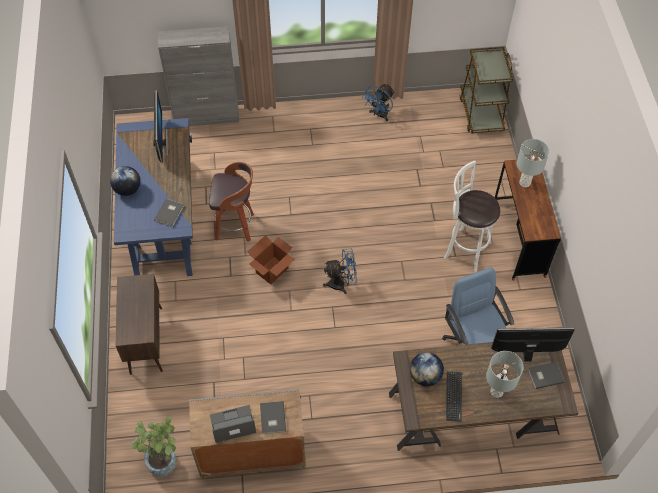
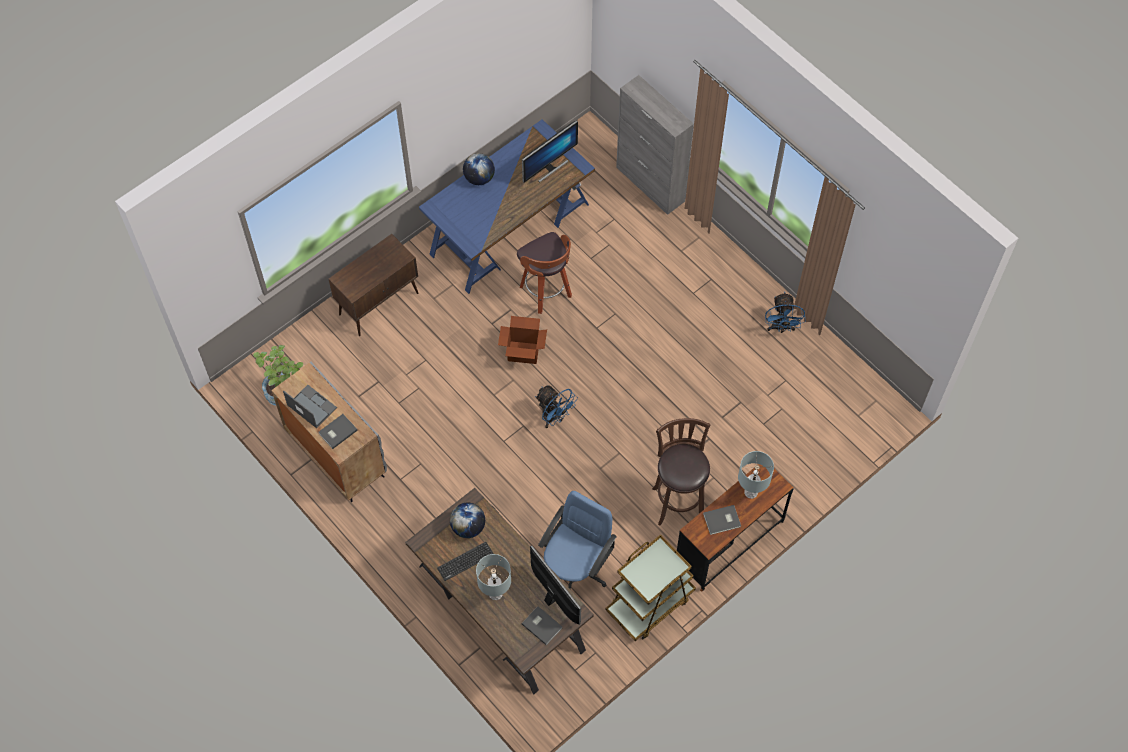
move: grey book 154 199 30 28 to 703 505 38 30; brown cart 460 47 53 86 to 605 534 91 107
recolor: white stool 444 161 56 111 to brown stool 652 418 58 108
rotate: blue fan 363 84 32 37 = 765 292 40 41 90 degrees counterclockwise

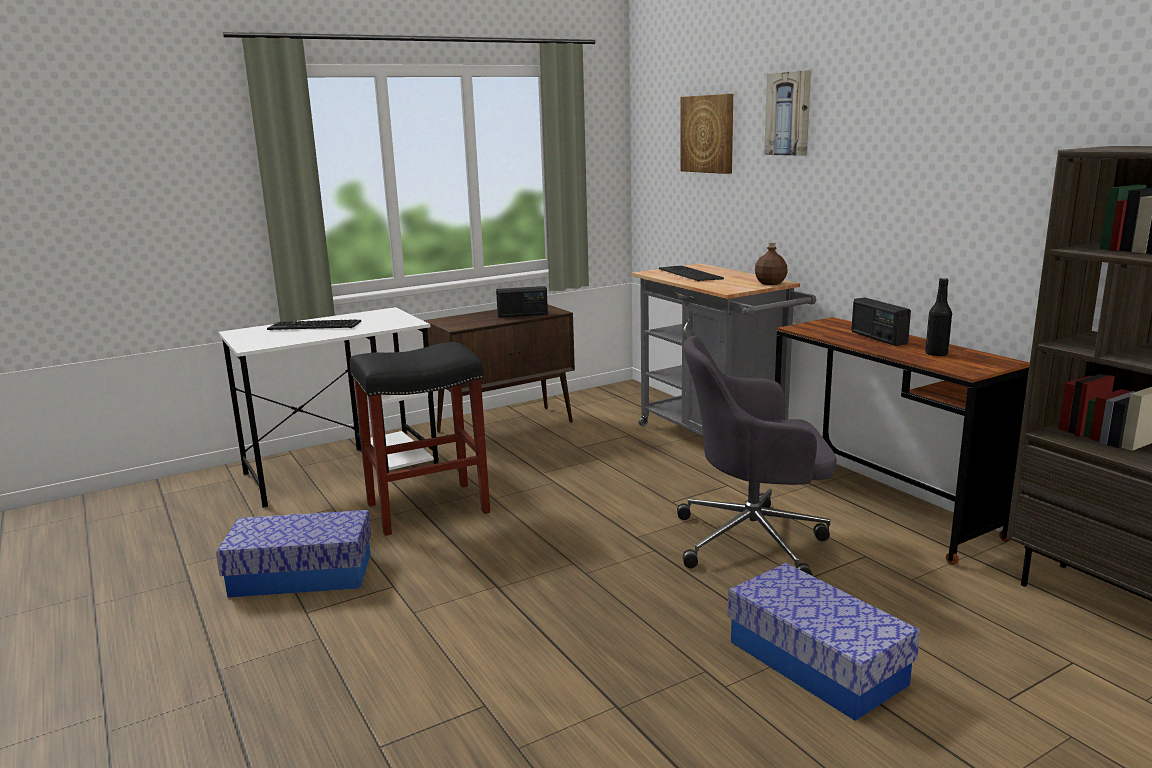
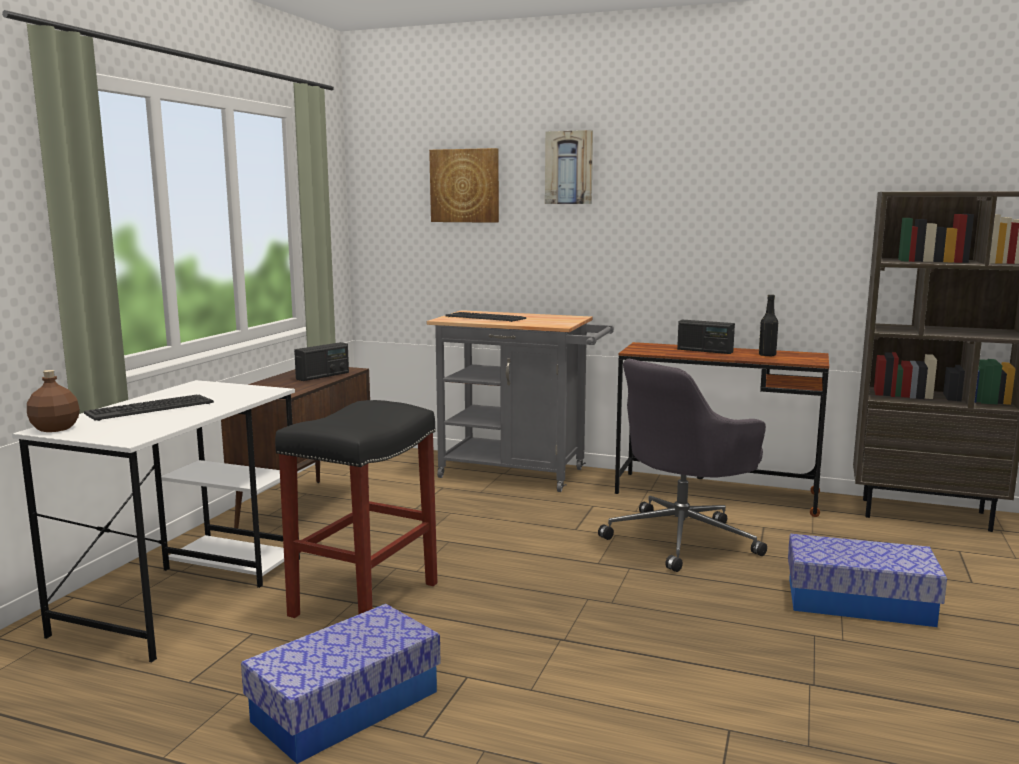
move: brown bottle 755 242 33 43 to 27 370 53 62

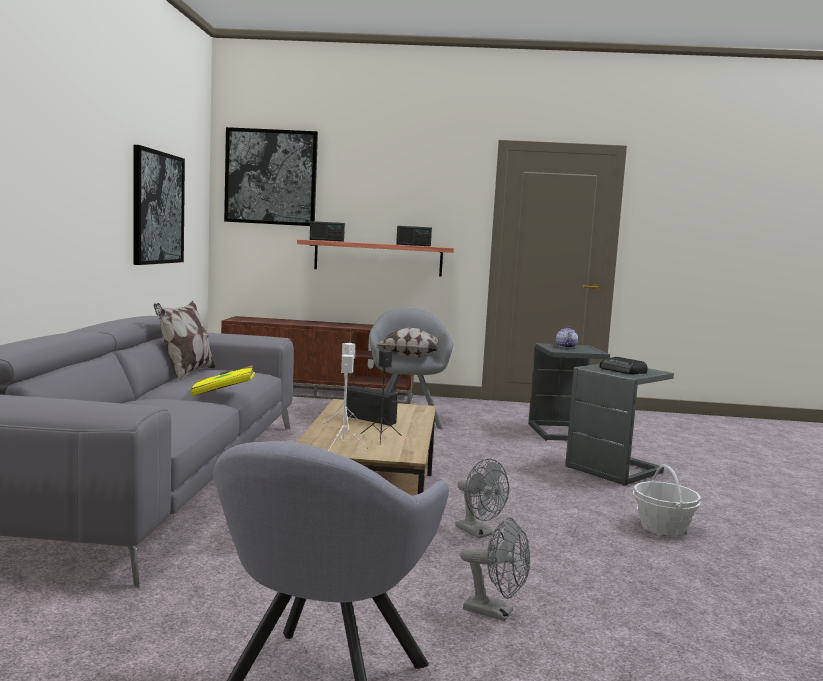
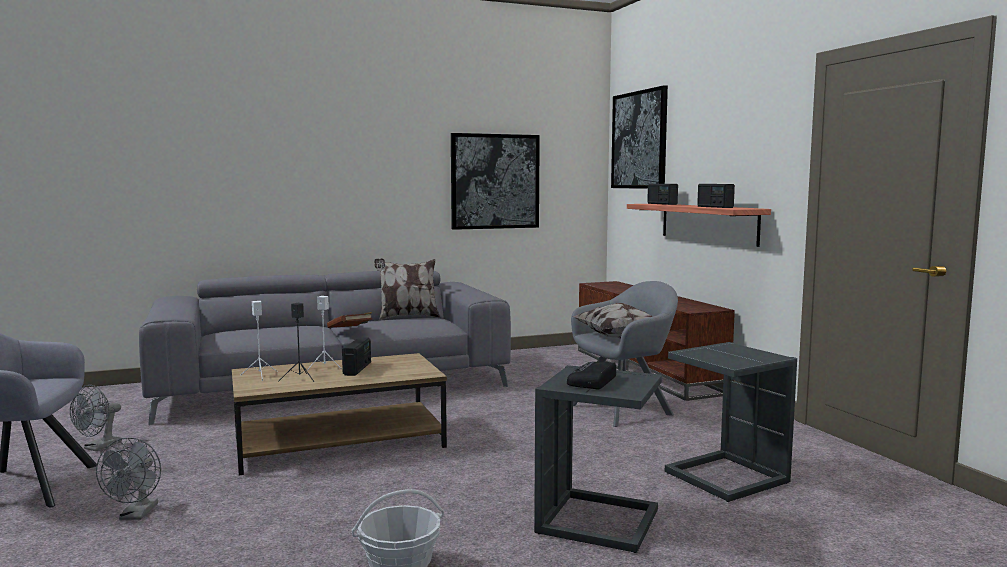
delete: teapot 556 326 22 22
move: grey fan 455 458 54 80 to 70 385 52 66
recolor: yellow book 191 365 64 31 to brown book 327 312 45 16

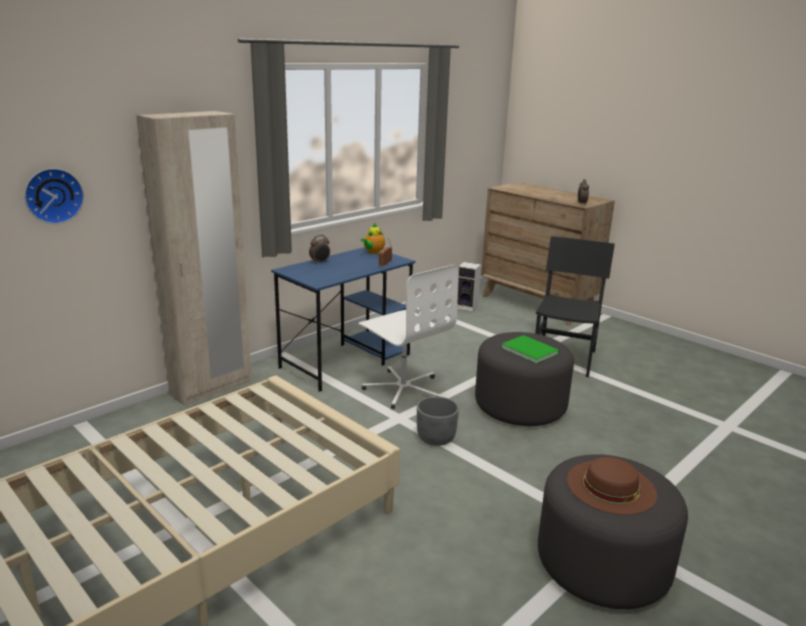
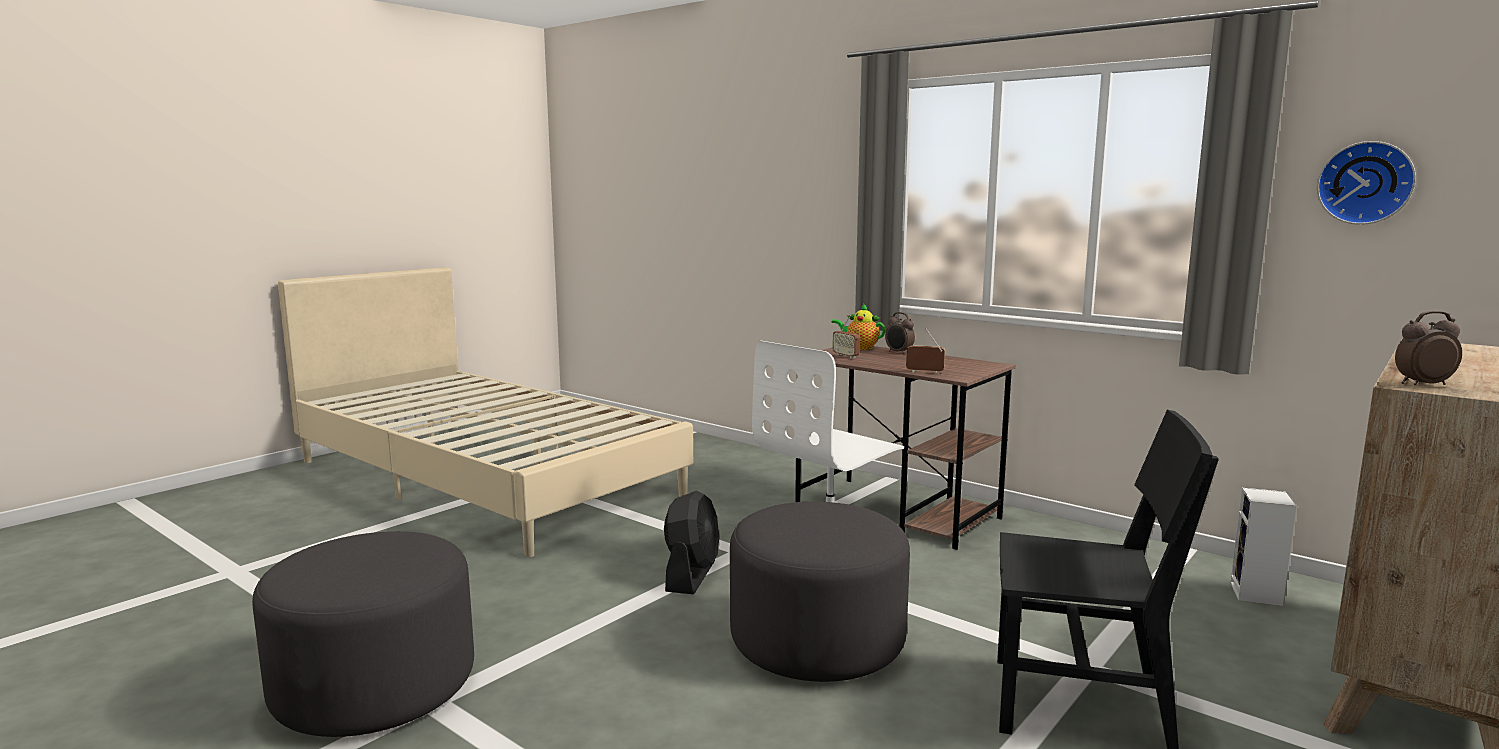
delete: beige wardrobe 136 111 115 295; green book 501 335 58 29; brown hat 567 457 90 58
insert: radio 832 315 28 44
move: wall clock 24 168 60 56 to 1317 141 99 84; teapot 361 223 24 31 to 831 304 54 46
replace: grey planter 417 396 42 50 to black fan 664 490 55 104
recolor: blue desk 271 247 144 145 to brown desk 795 346 221 204

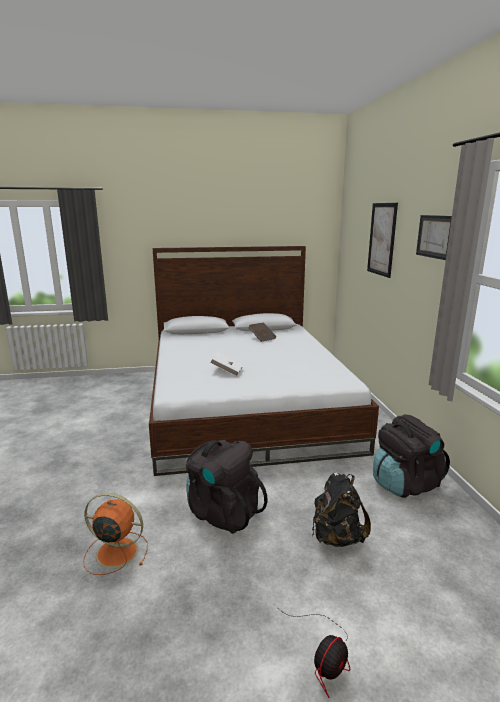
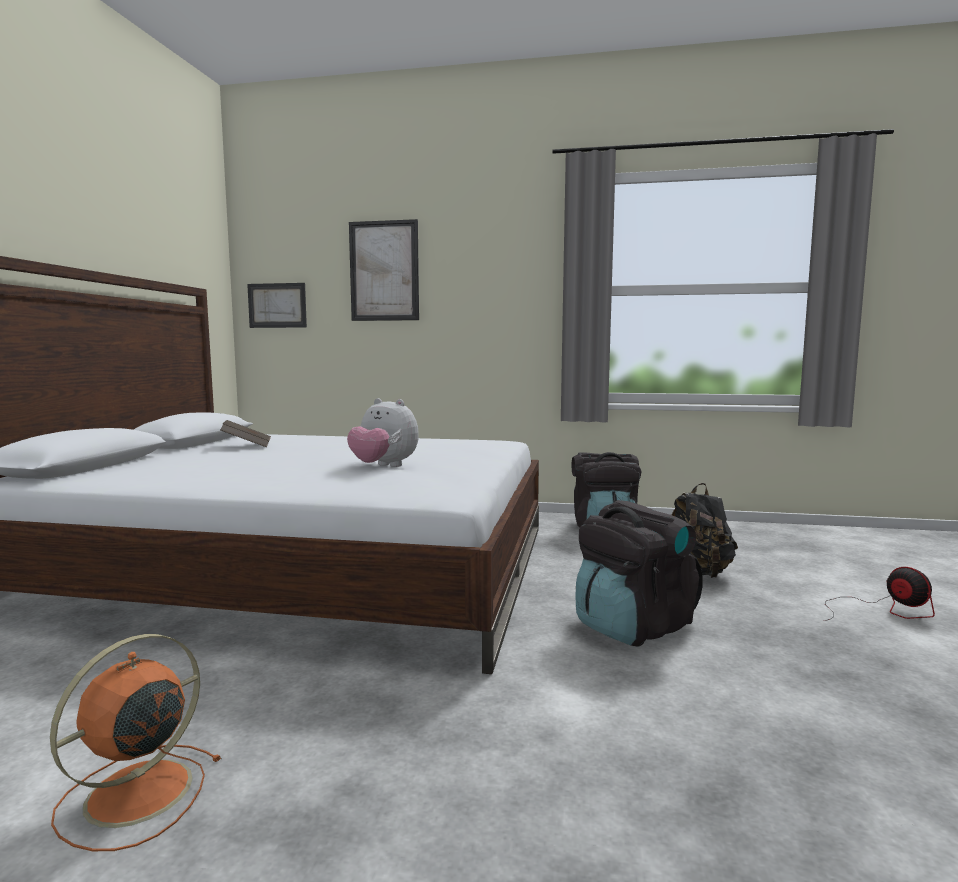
move: orange fan 83 493 65 82 to 50 634 172 217; picture 416 215 36 45 to 247 283 60 45
replace: white book 210 352 33 24 to plush toy 347 398 72 69

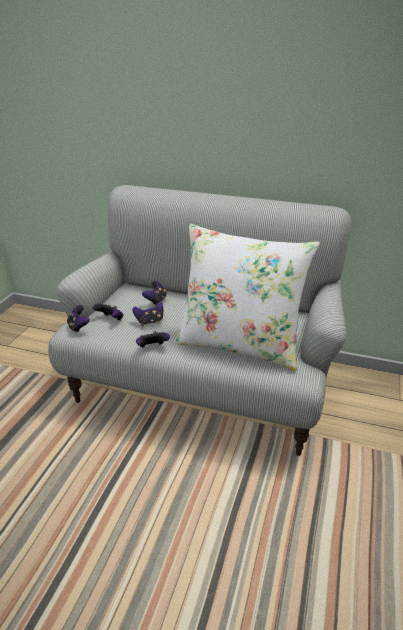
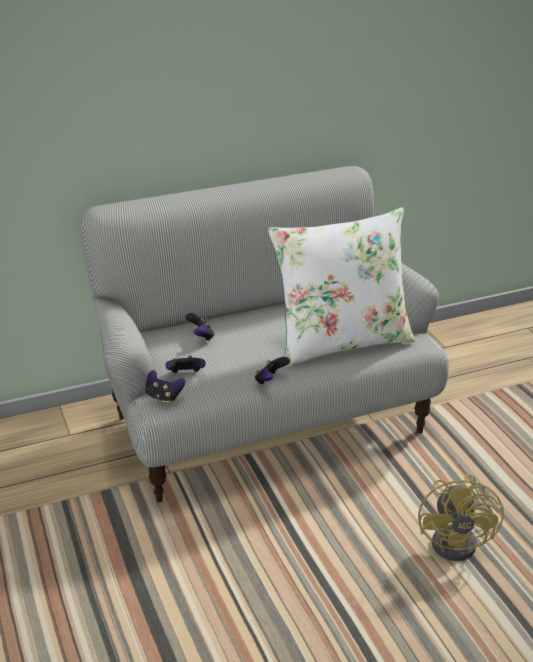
delete: game controller 132 302 31 24
insert: yellow fan 418 474 86 87

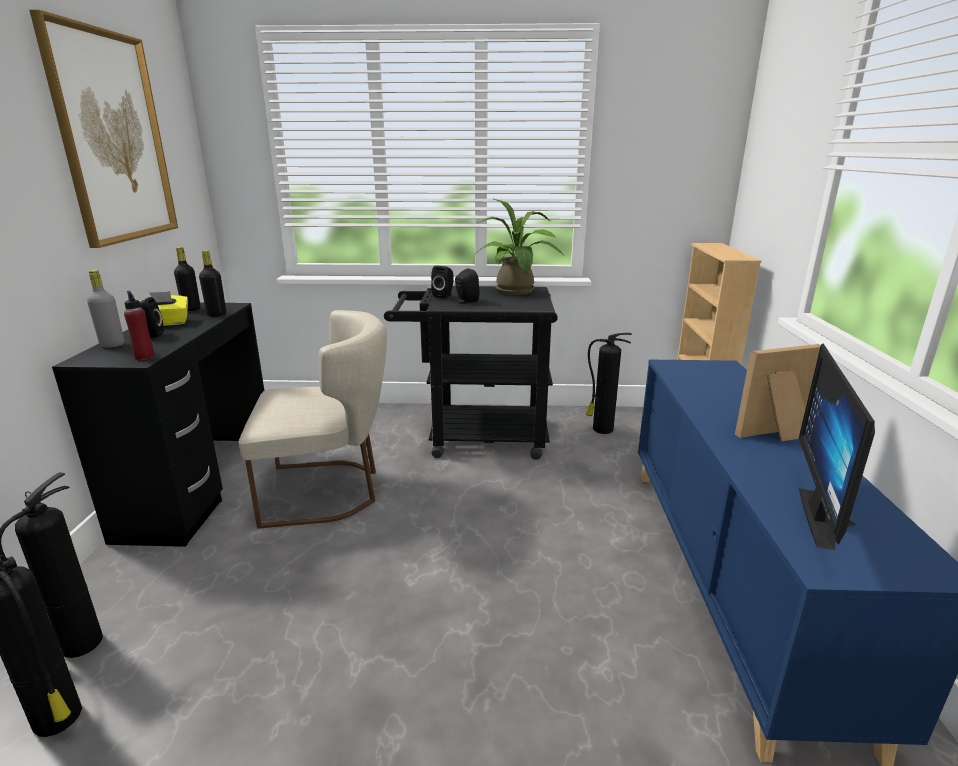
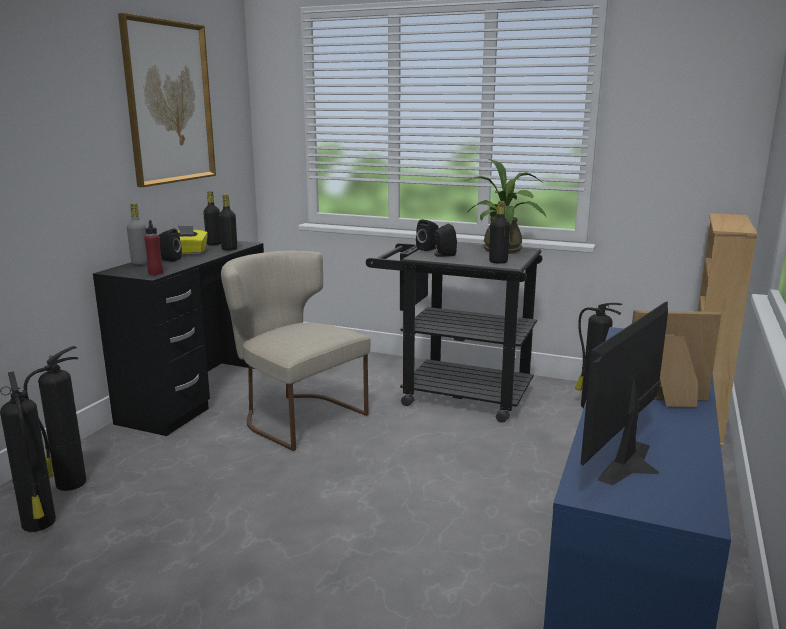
insert: black bottle 489 201 21 63
rotate: beige chair 239 310 148 219 = 221 251 150 200 150 degrees counterclockwise

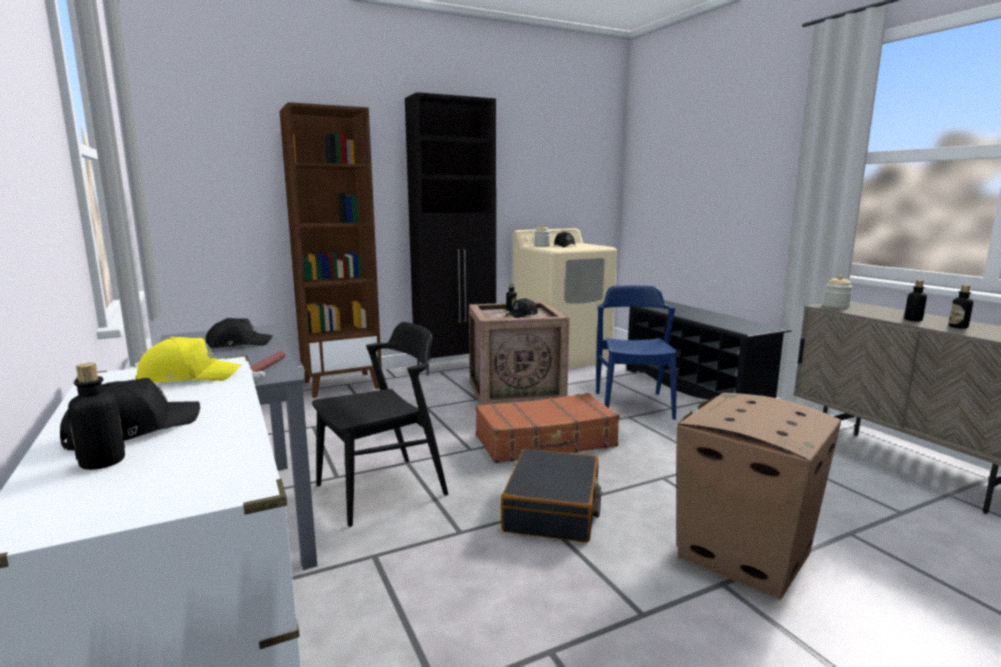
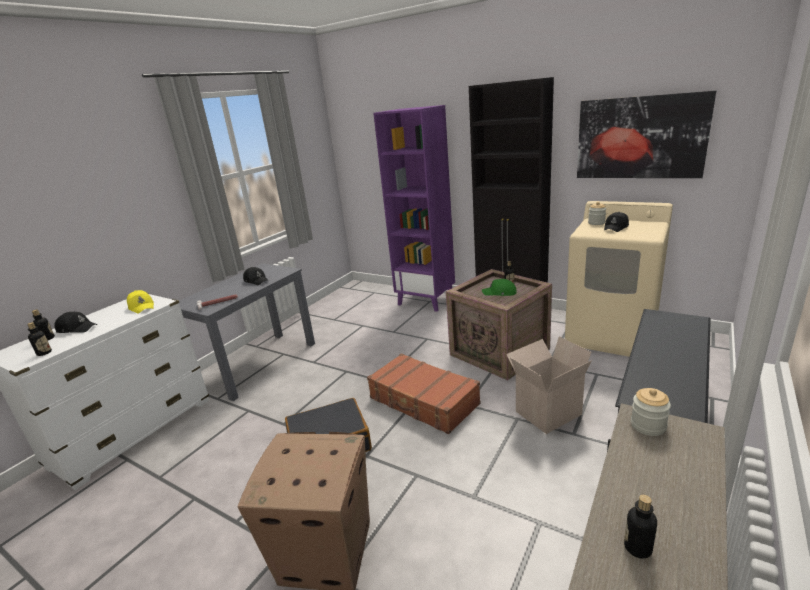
delete: black chair 312 322 136 205
insert: picture 577 91 139 87
move: bottle 904 280 23 41 to 27 322 25 34
replace: blue chair 596 285 82 135 to cardboard box 506 336 86 98
recolor: brown bookcase 279 102 103 296 to purple bookcase 373 105 82 207; black cap 506 298 32 20 to green cap 482 279 35 17

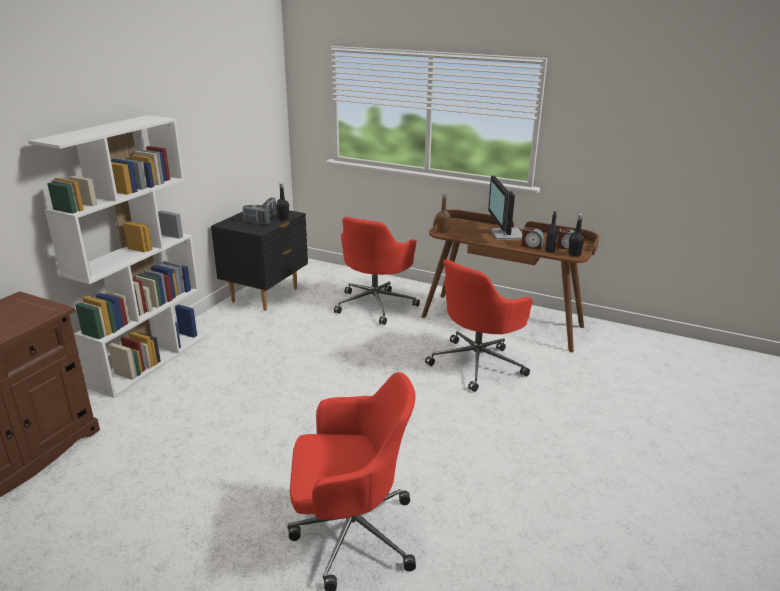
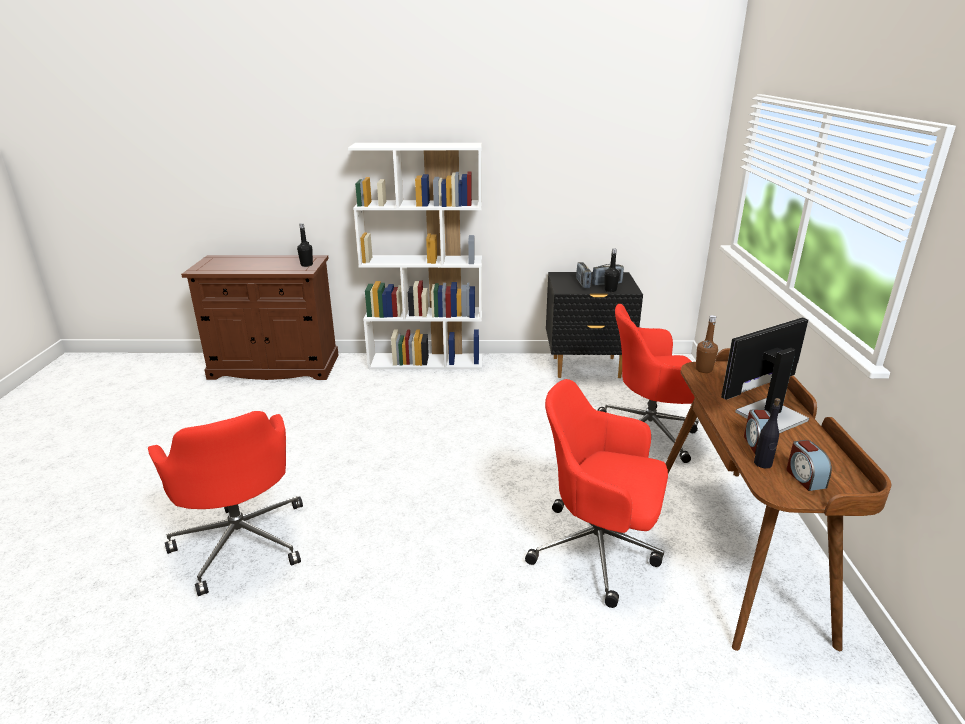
move: black bottle 569 214 16 43 to 297 223 16 44

